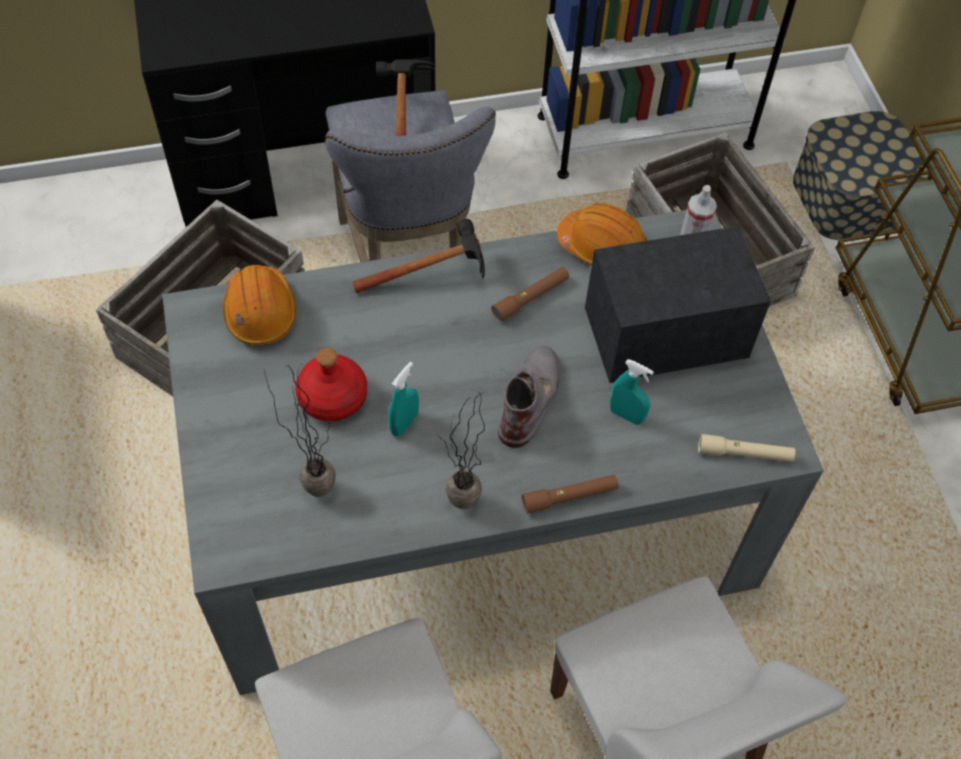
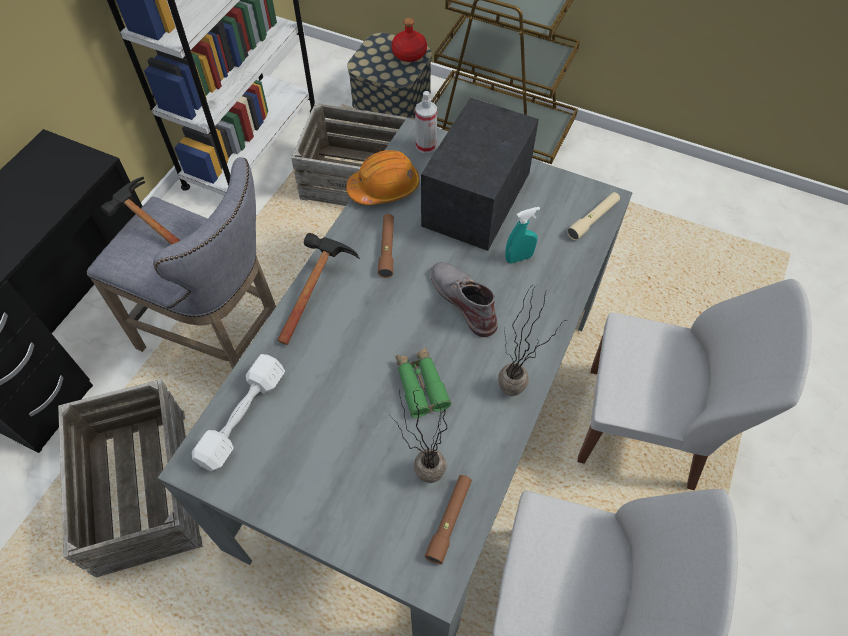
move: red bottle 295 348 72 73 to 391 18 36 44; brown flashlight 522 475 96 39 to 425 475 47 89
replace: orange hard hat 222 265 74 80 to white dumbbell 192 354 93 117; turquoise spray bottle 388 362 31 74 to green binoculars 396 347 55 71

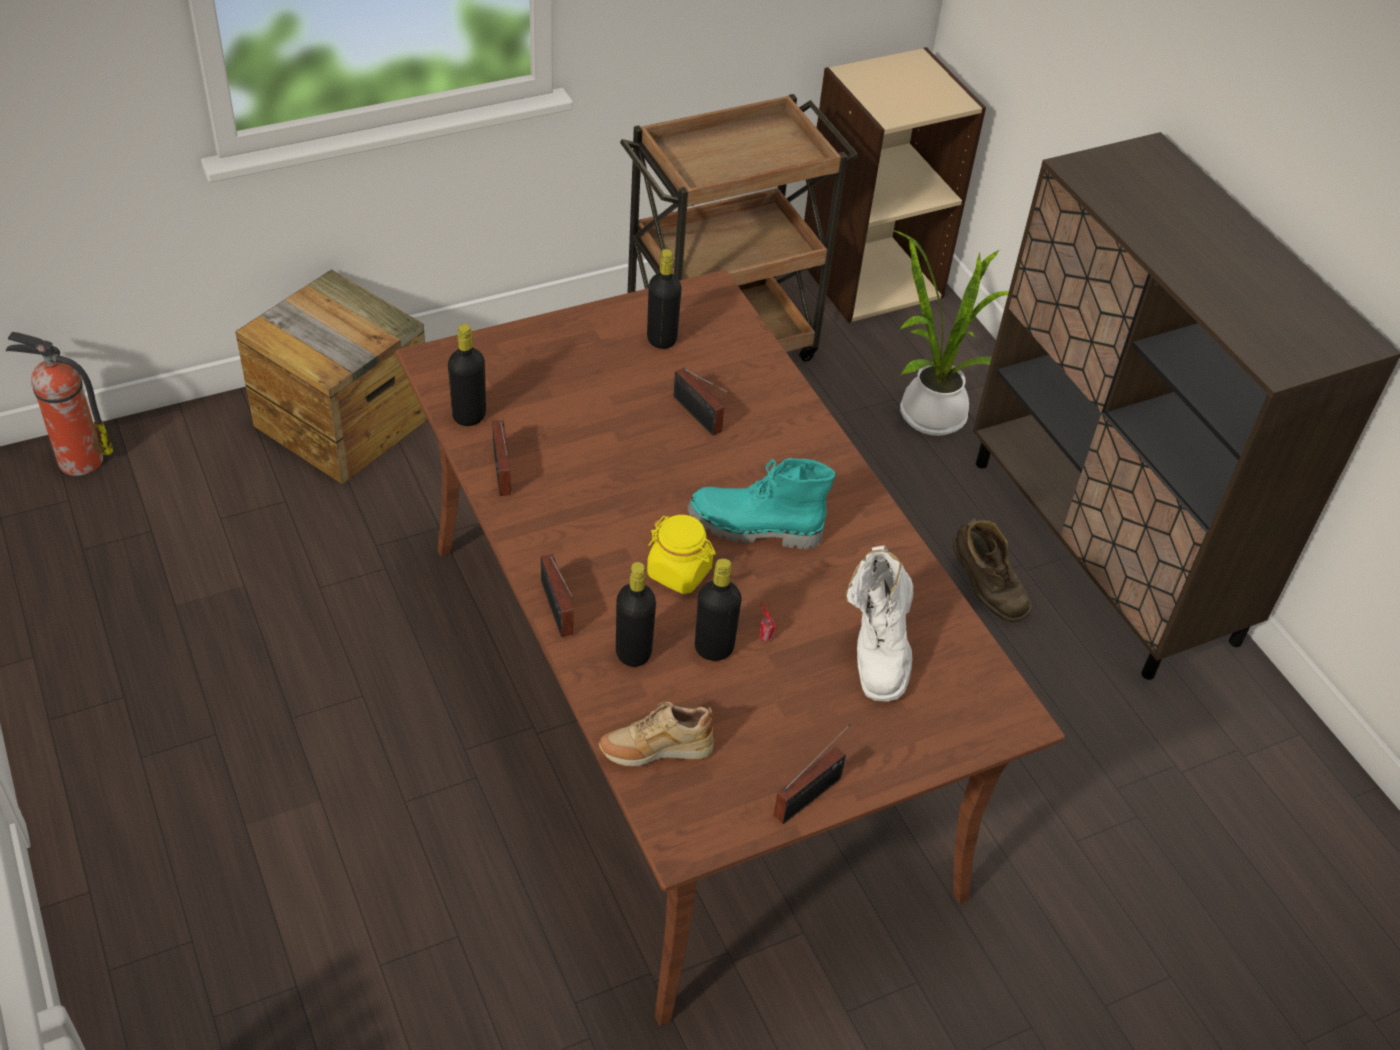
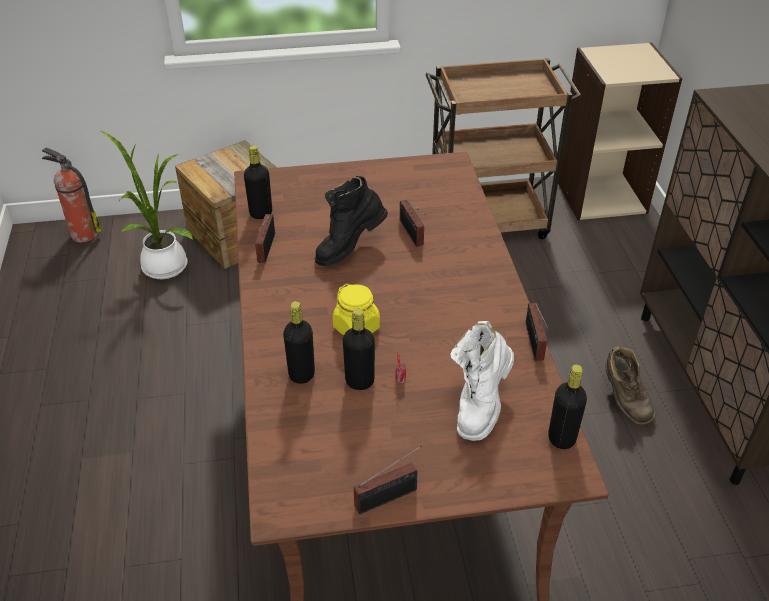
delete: beige shoe 599 702 114 65; turquoise boot 687 458 148 91
insert: black boot 315 176 73 90
move: radio 541 554 33 83 to 526 303 23 58; black bottle 647 249 35 100 to 548 365 39 84; potted plant 891 230 118 206 to 99 130 94 149

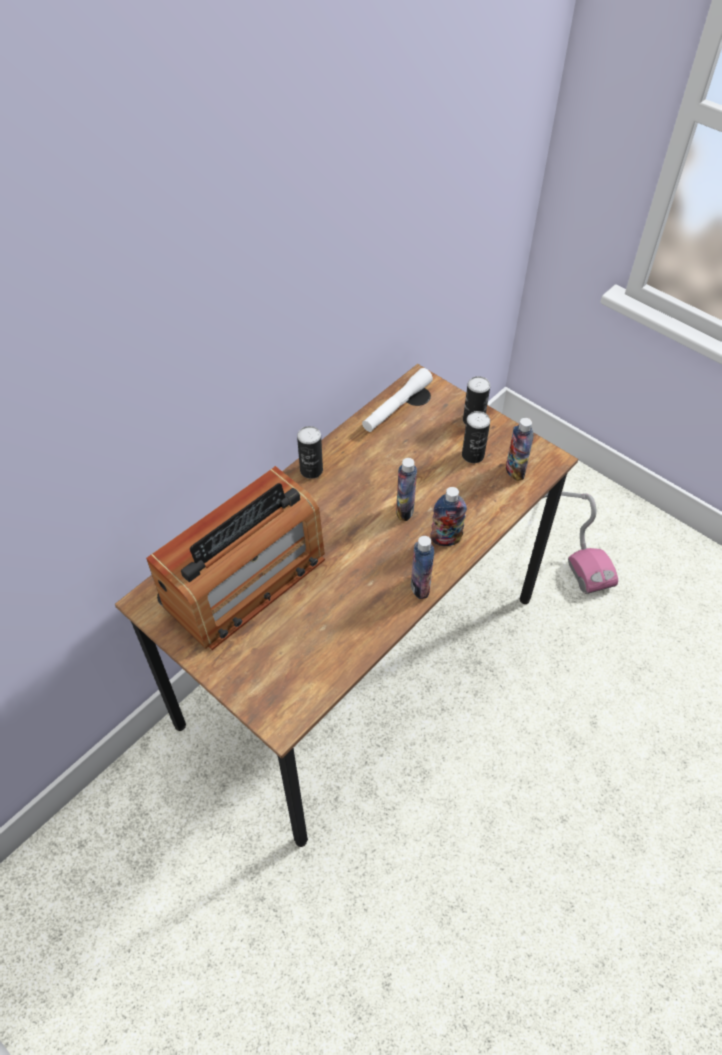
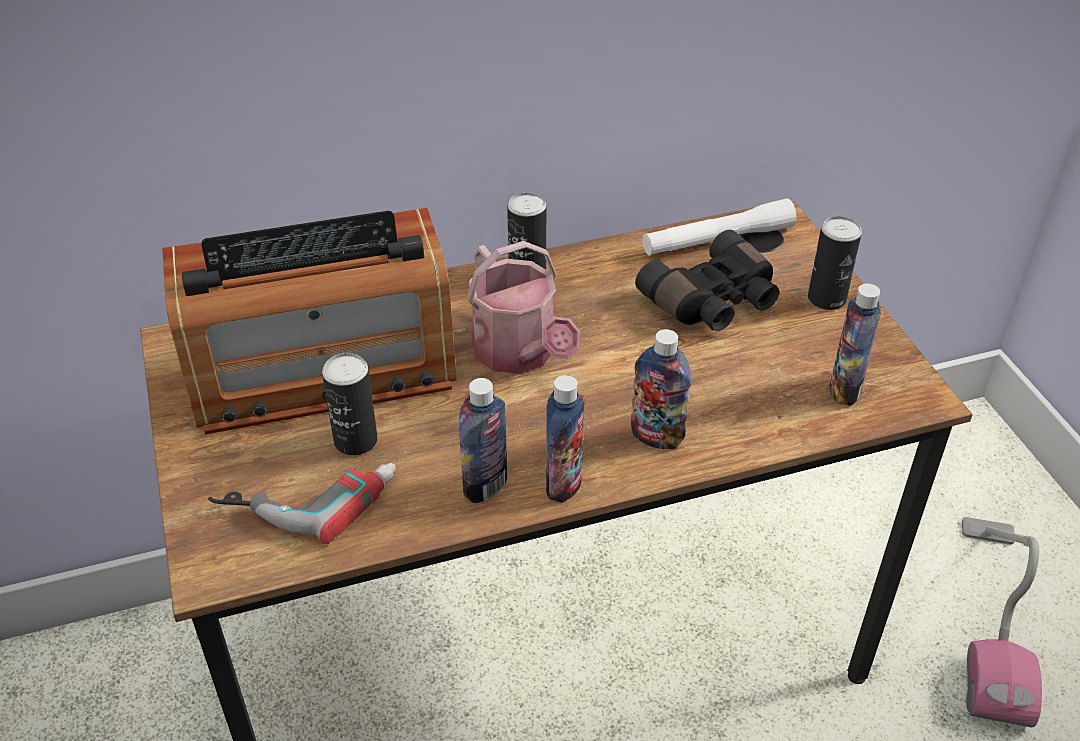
insert: power drill 208 463 188 81; watering can 467 241 113 133; black binoculars 635 230 144 101
move: bottle 396 458 21 63 to 459 378 48 126; can 462 411 28 52 to 322 353 55 103

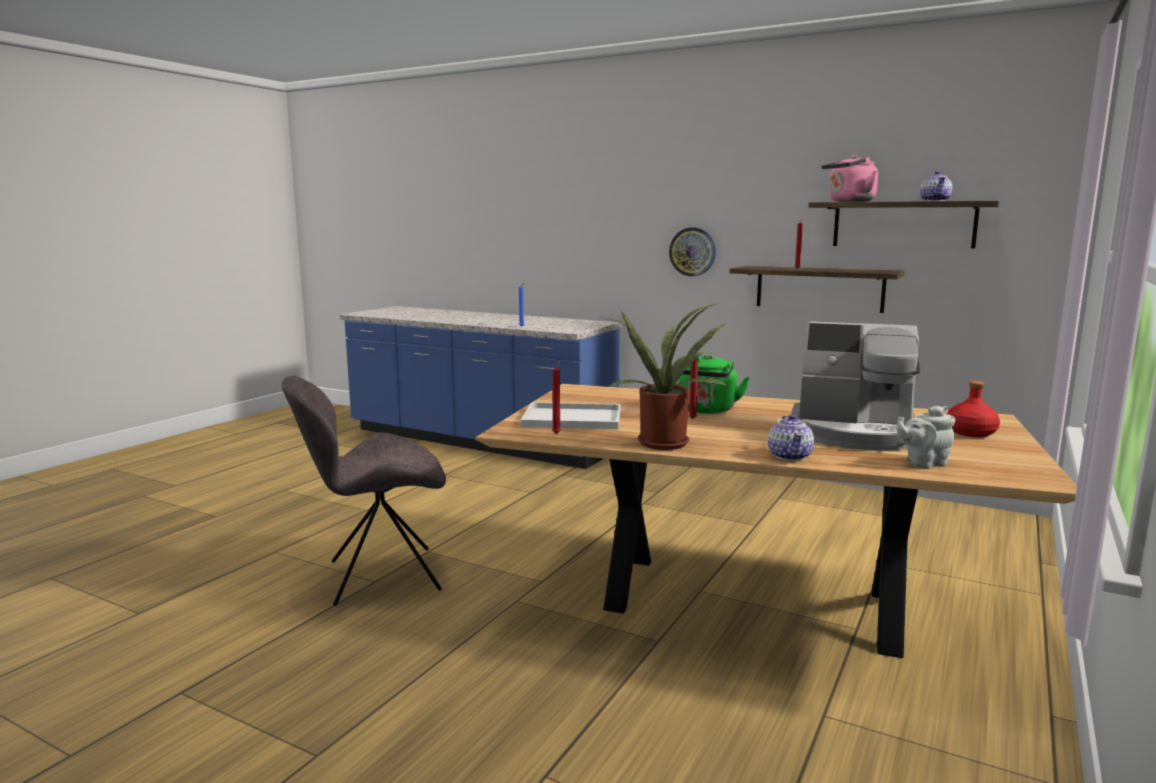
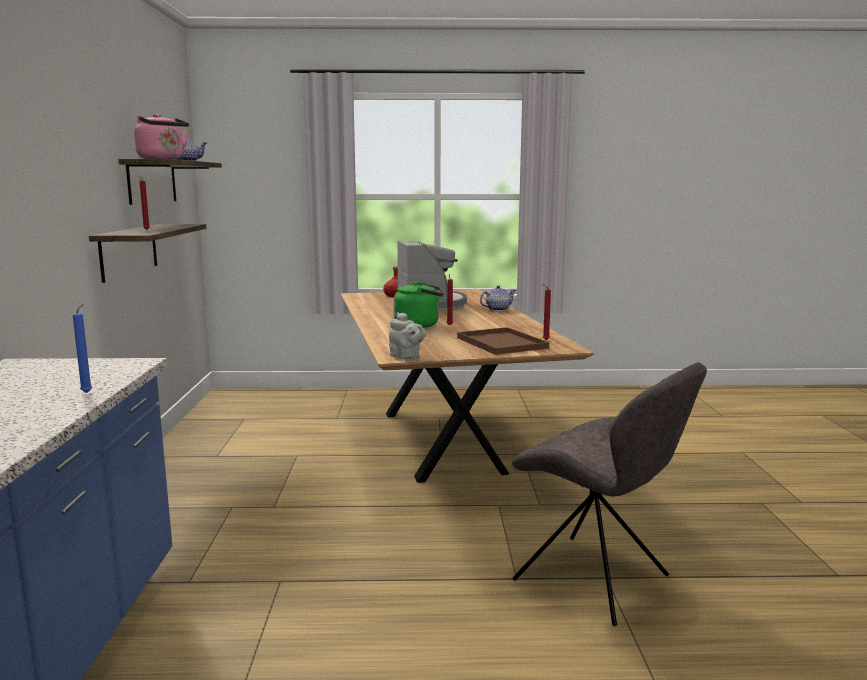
delete: potted plant 604 303 125 147; wall clock 669 227 47 49
move: grey teapot 896 405 59 63 to 389 312 37 47
recolor: white tray 521 402 100 27 to brown tray 457 327 92 28

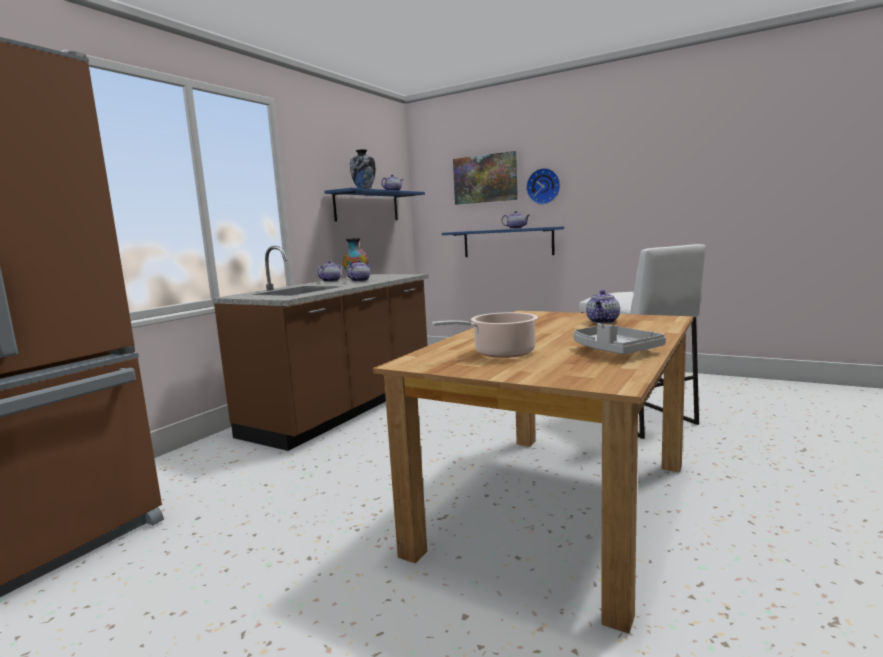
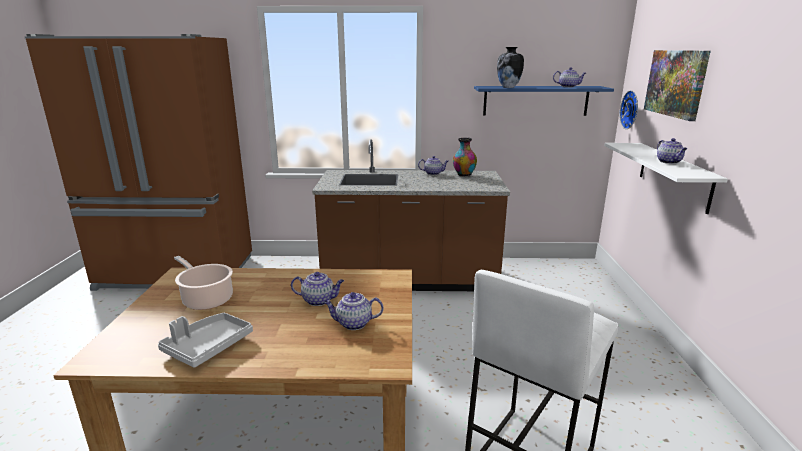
move: teapot 346 260 25 22 to 291 272 53 34; wall clock 526 168 34 37 to 620 90 18 39
recolor: blue shelf 442 226 122 31 to white shelf 604 143 124 71

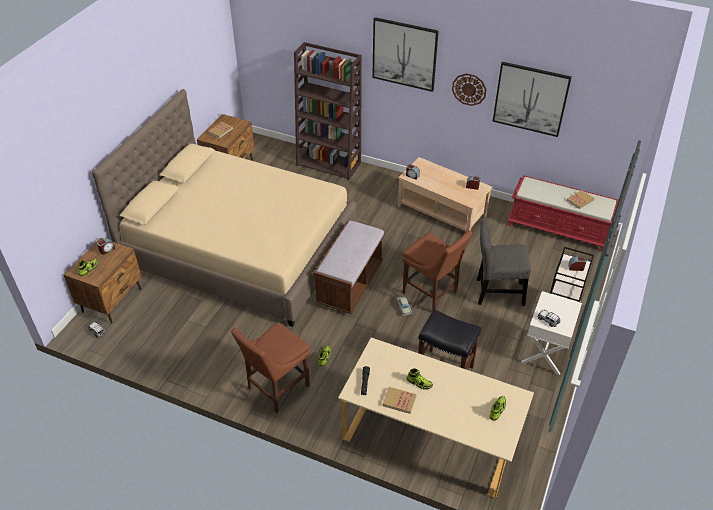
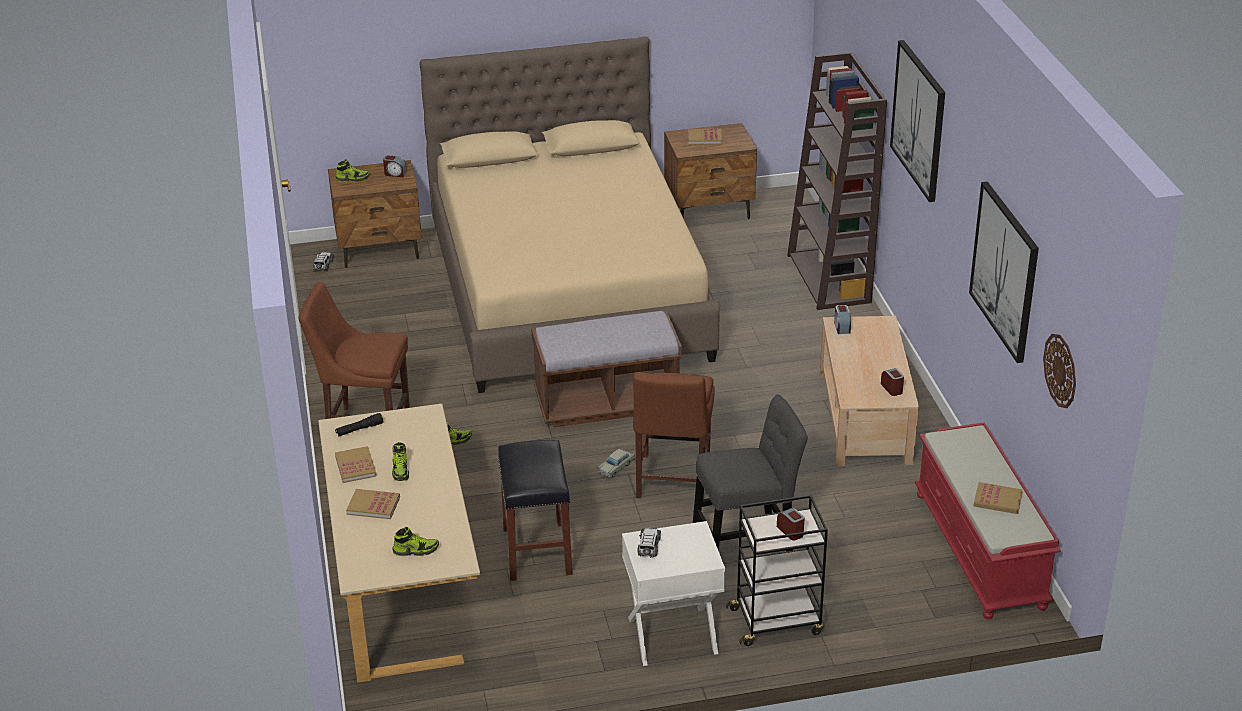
insert: book 346 489 54 30
move: wall clock 452 73 35 33 to 1043 334 33 74
rotate: grey chair 477 220 54 86 = 693 395 115 156 105 degrees clockwise

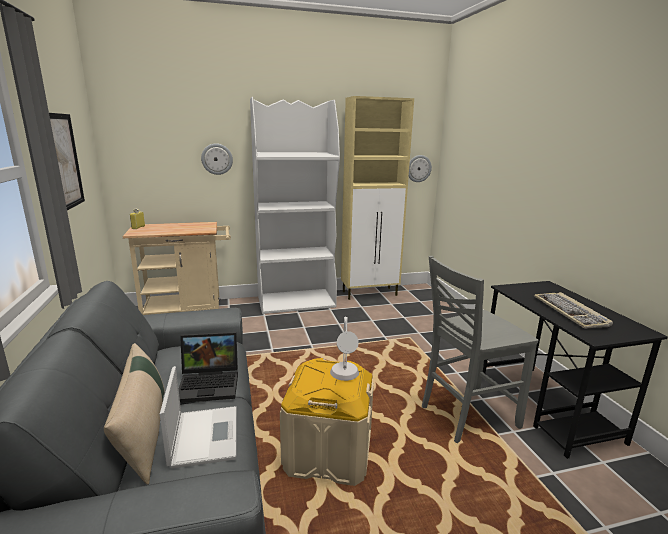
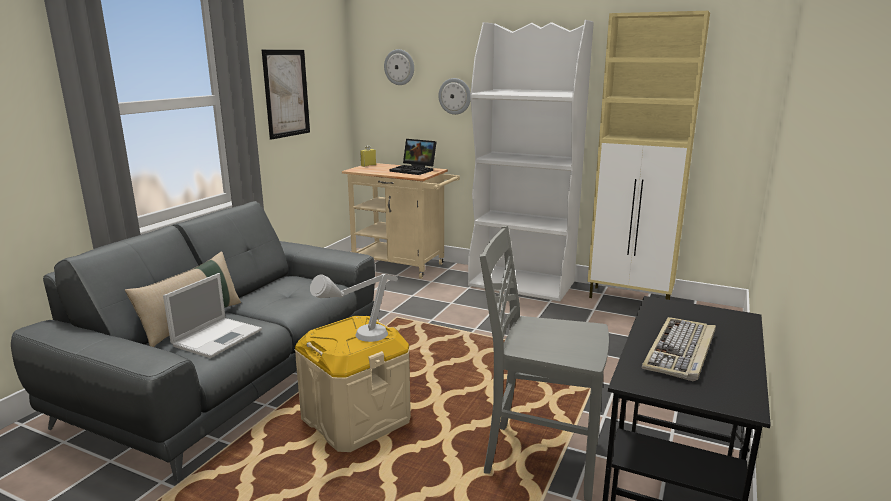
move: laptop 179 332 59 71 to 389 139 47 36; wall clock 409 155 23 27 to 384 49 30 36

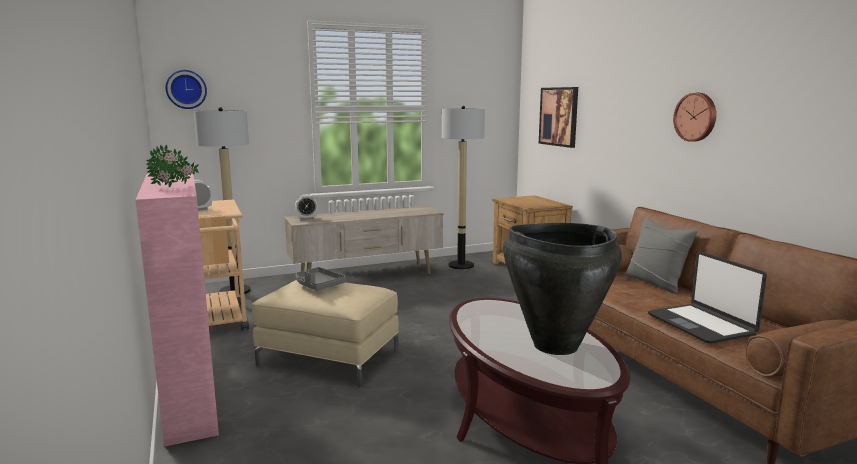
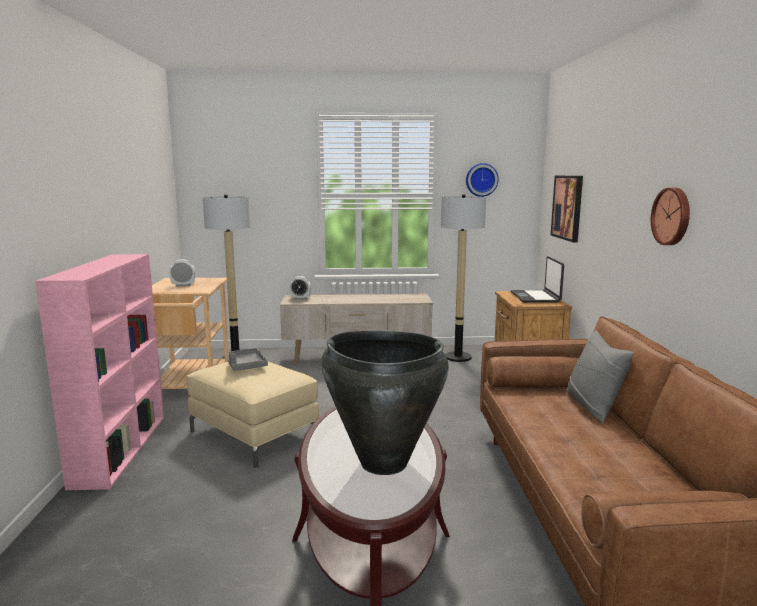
delete: potted plant 146 144 53 44
move: wall clock 166 70 41 39 to 466 163 33 34; laptop 648 251 119 93 to 511 256 53 47

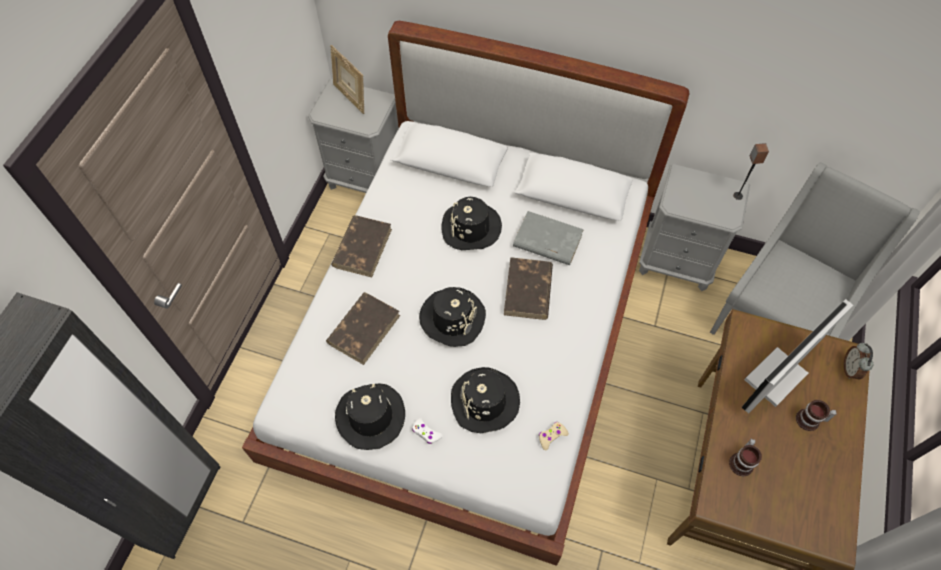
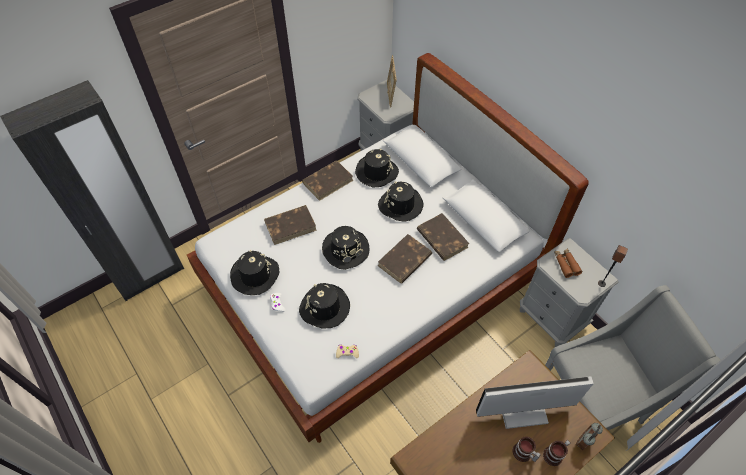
insert: black hat 355 148 44 40; brown binoculars 554 248 28 30
move: mug 729 439 33 37 to 543 440 27 26
recolor: grey book 513 211 71 54 to brown book 417 213 52 48

